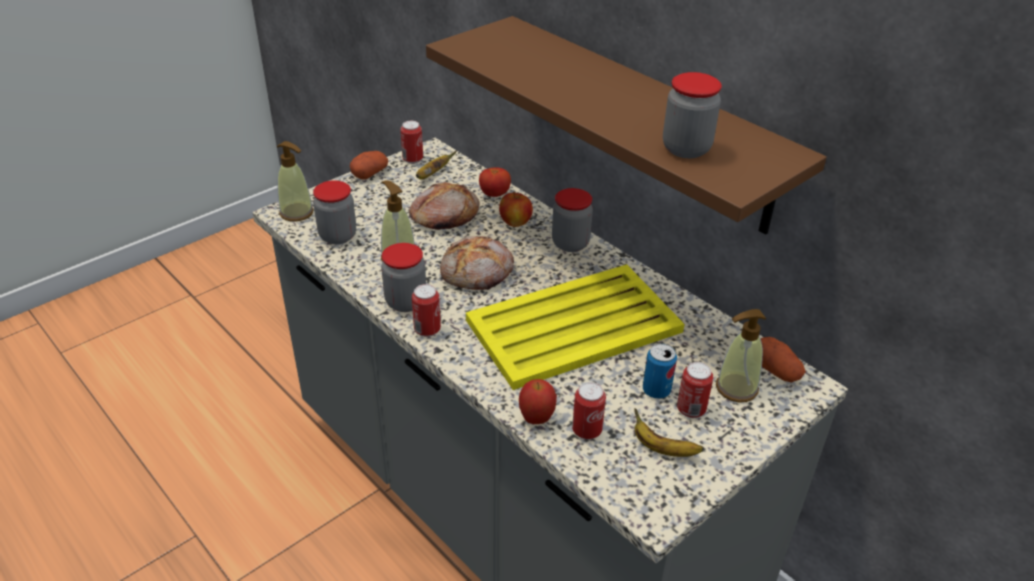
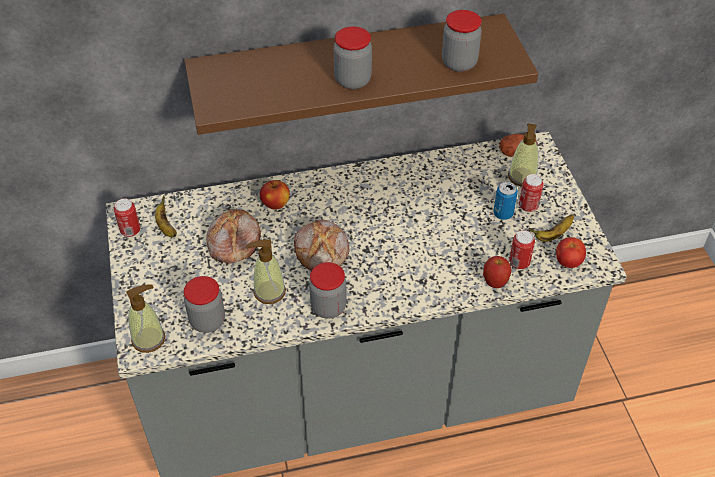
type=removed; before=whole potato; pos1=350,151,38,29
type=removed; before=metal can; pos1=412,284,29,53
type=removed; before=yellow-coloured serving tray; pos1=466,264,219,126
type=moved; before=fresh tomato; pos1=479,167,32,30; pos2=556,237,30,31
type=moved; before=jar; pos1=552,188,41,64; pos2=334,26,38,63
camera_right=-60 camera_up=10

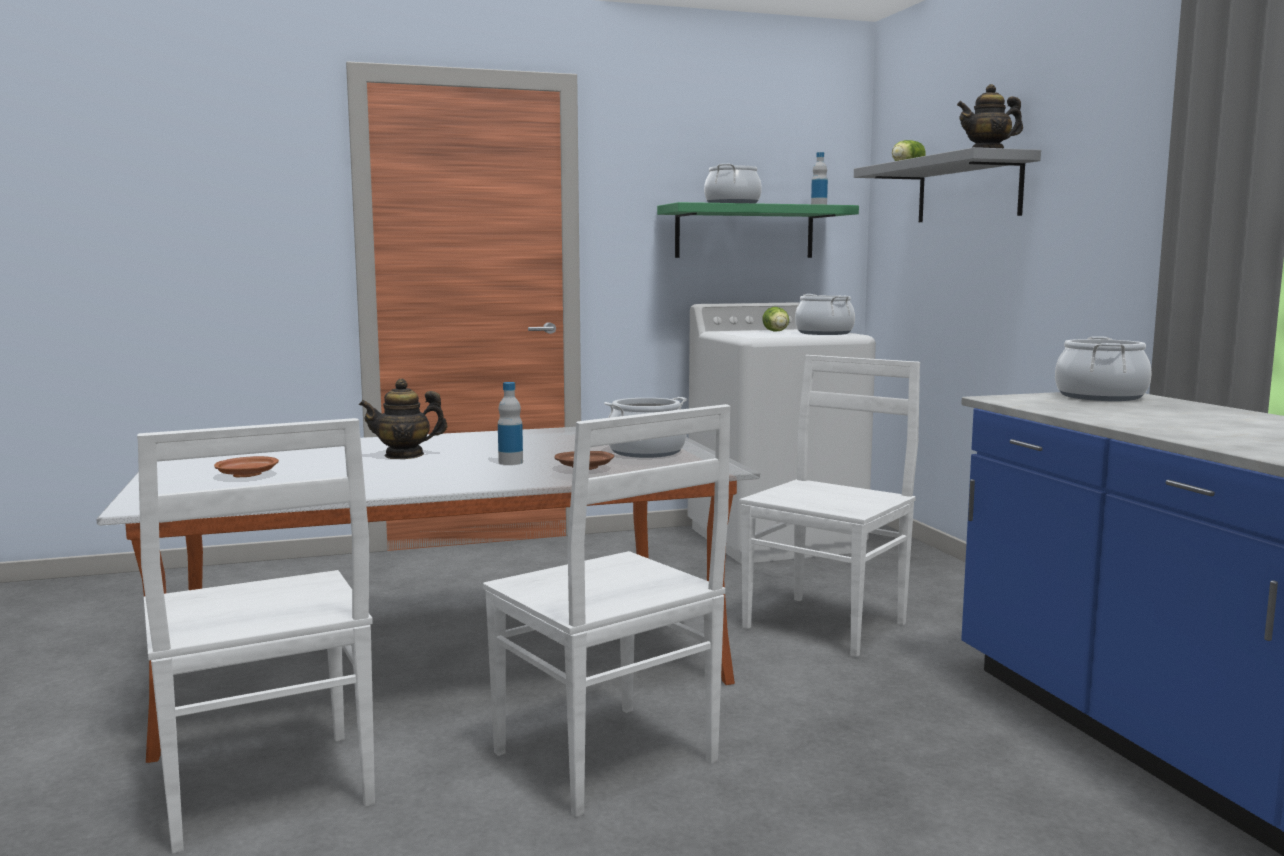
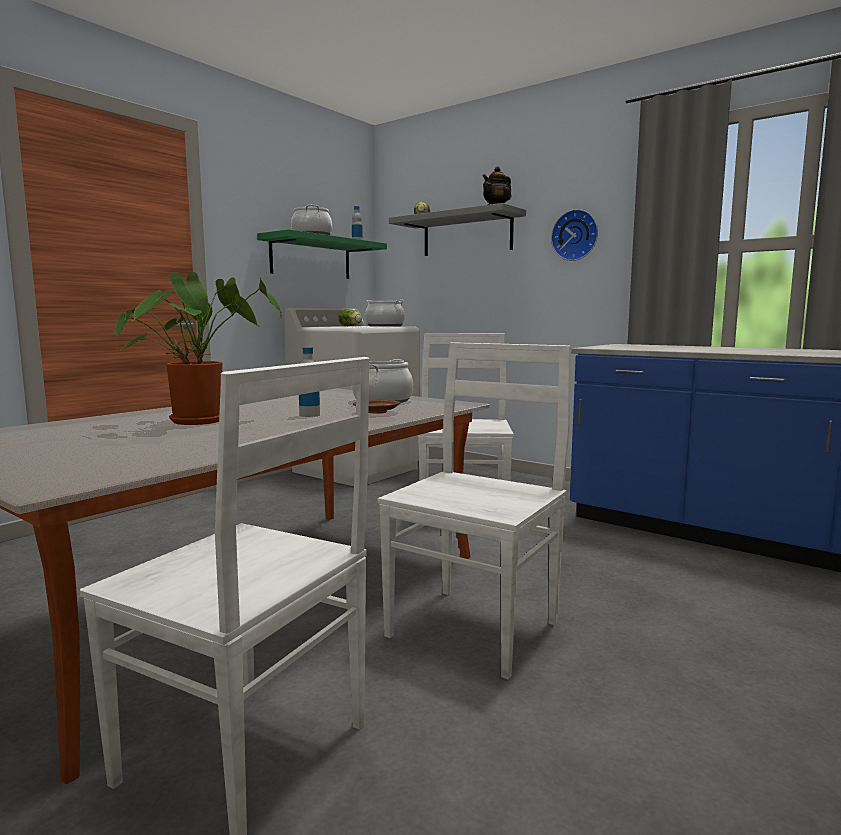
type=removed; before=brown flat dish; pos1=214,456,65,21
type=replaced; before=pot for tea; after=plant in a pot; pos1=359,379,88,80; pos2=115,272,167,153
type=turned; before=white-coloured chair; pos1=483,404,248,413; pos2=378,342,193,337; turn=-75
type=removed; before=cooking pot; pos1=1055,336,97,65
type=added; after=hanging clock; pos2=551,209,47,52
camera_right=-35 camera_up=0

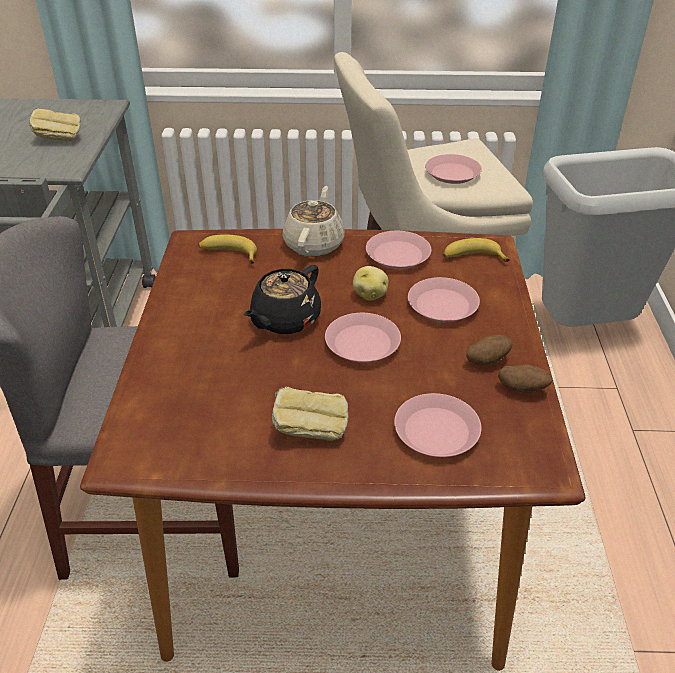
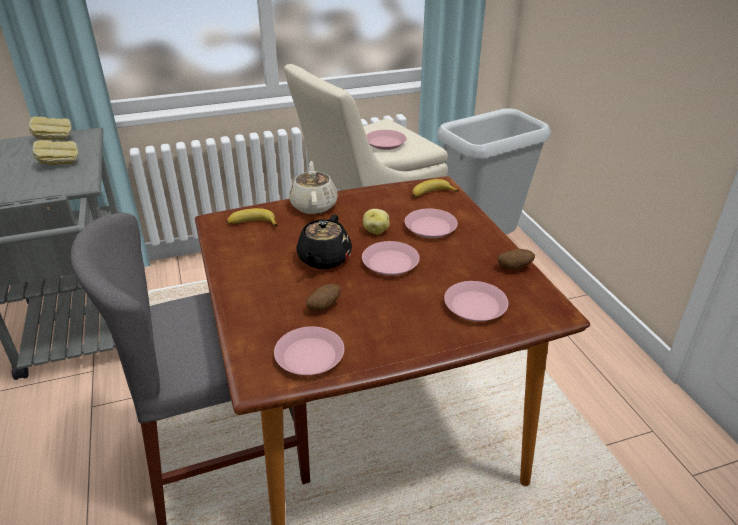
type=moved; before=bakery bread; pos1=272,387,77,54; pos2=29,117,43,23
type=moved; before=pink flat dish; pos1=366,231,65,38; pos2=274,326,70,49
type=moved; before=whole potato; pos1=466,335,47,30; pos2=306,284,35,27
camera_right=-20 camera_up=-5

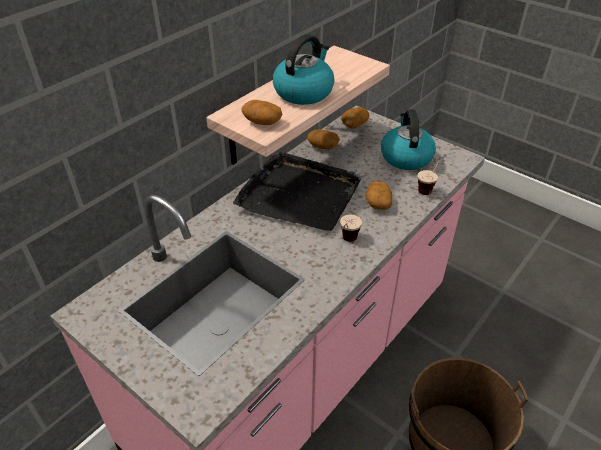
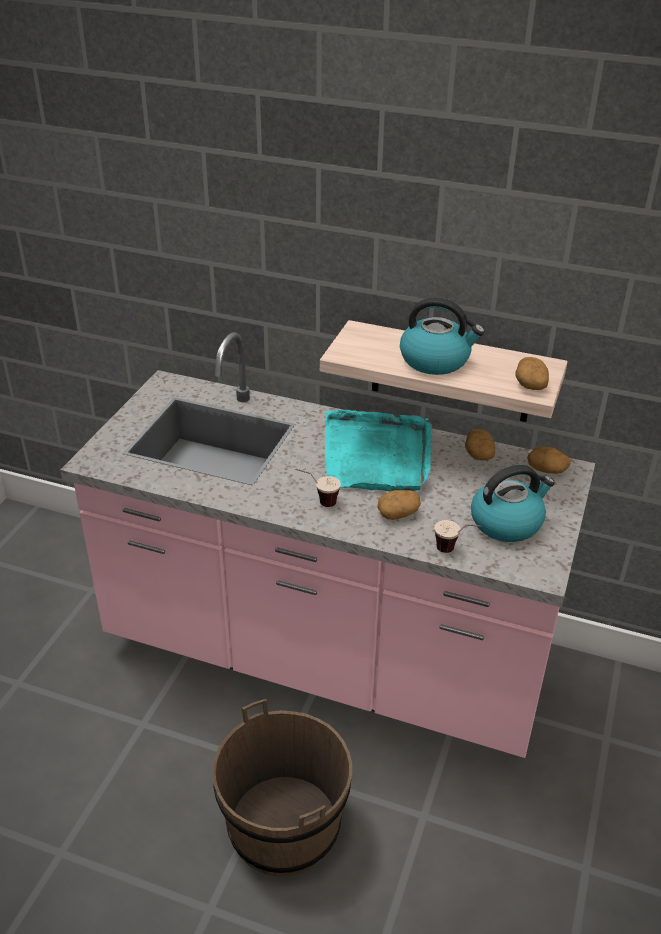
type=recoloured; before=black serving tray; after=turquoise-coloured serving tray; pos1=233,152,128,79; pos2=325,410,106,81
type=moved; before=whole potato; pos1=241,100,42,25; pos2=515,357,34,33
camera_right=70 camera_up=-5

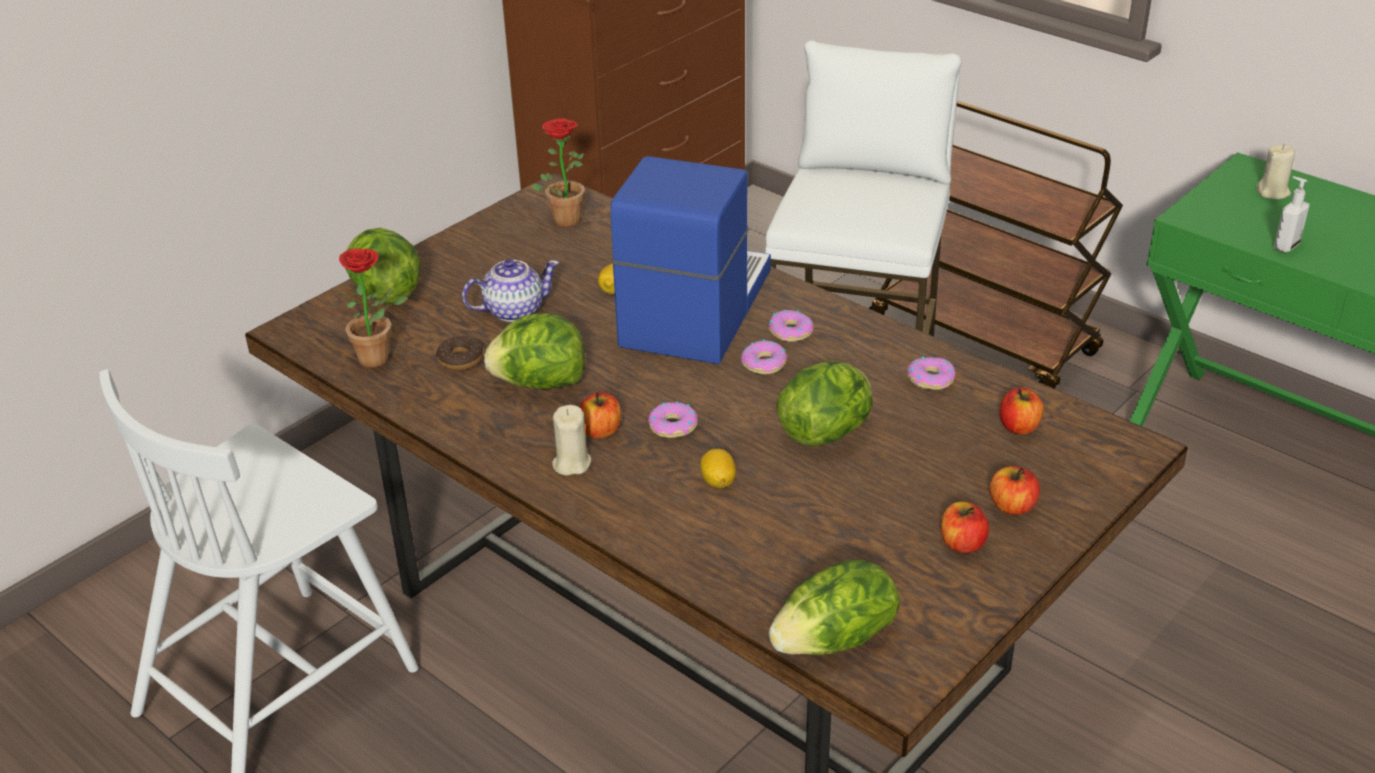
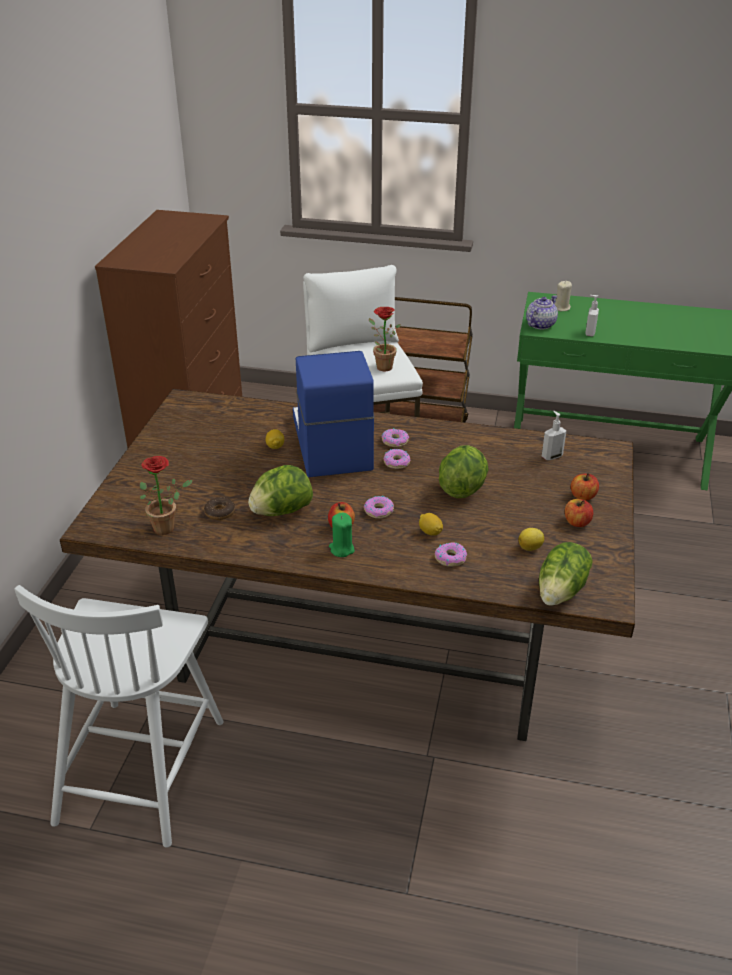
type=removed; before=head of lettuce; pos1=345,228,76,77
type=moved; before=pot for tea; pos1=462,259,97,63; pos2=526,295,32,34
type=moved; before=plant in a pot; pos1=531,119,54,108; pos2=369,307,32,64
type=recoloured; before=beige wax light; after=greenish wax light; pos1=552,405,39,71; pos2=329,513,26,44
type=moved; before=ring doughnut; pos1=907,357,48,33; pos2=435,542,32,25
type=replaced; before=apple fruit; after=soap bottle; pos1=1000,387,44,48; pos2=542,411,24,49
type=added; after=lemon; pos2=519,528,25,23
camera_right=-30 camera_up=0

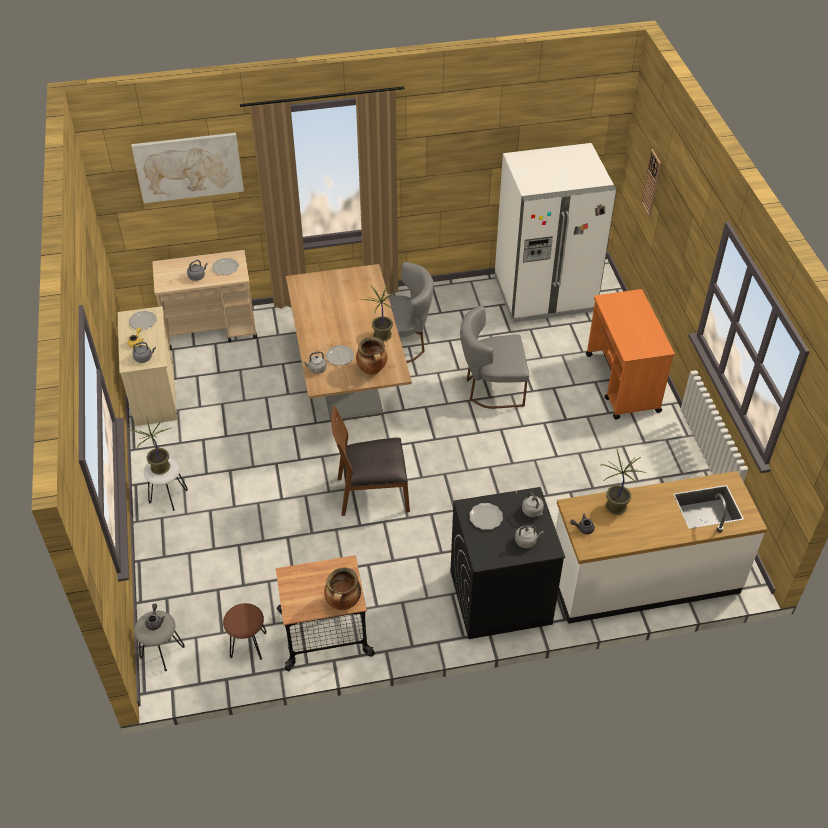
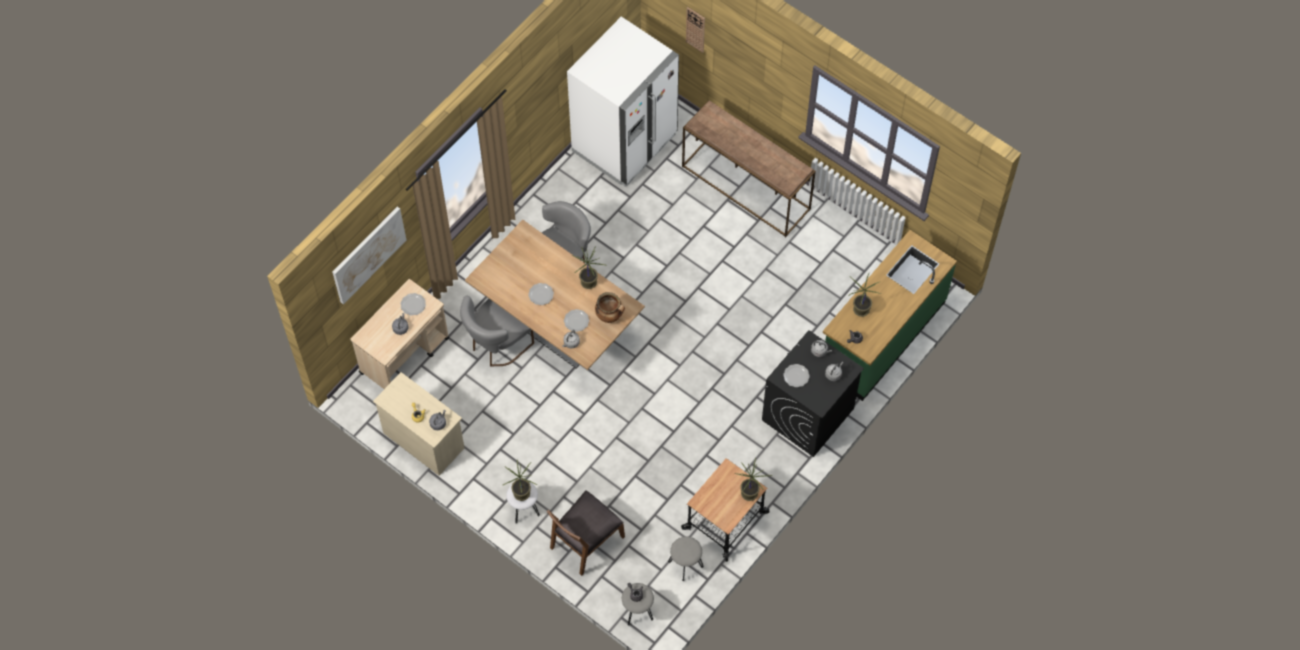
type=moved; before=flat dish; pos1=129,311,28,19; pos2=528,283,26,22
type=recoloured; before=brown stool seat; after=gray stool seat; pos1=223,603,44,57; pos2=668,537,36,44
type=replaced; before=cooking pot; after=plant in a pot; pos1=324,567,37,43; pos2=734,458,39,43
type=moved; before=brown chair; pos1=331,406,79,110; pos2=547,490,78,86
type=moved; before=gray chair; pos1=460,305,69,104; pos2=460,295,74,71
type=recoloured; before=white-coloured kitchen counter; after=greenish kitchen counter; pos1=556,471,211,153; pos2=823,230,134,171
type=replaced; before=orange-coloured wheeled cart; after=brown console table; pos1=586,289,89,130; pos2=682,100,134,137
camera_right=-40 camera_up=15

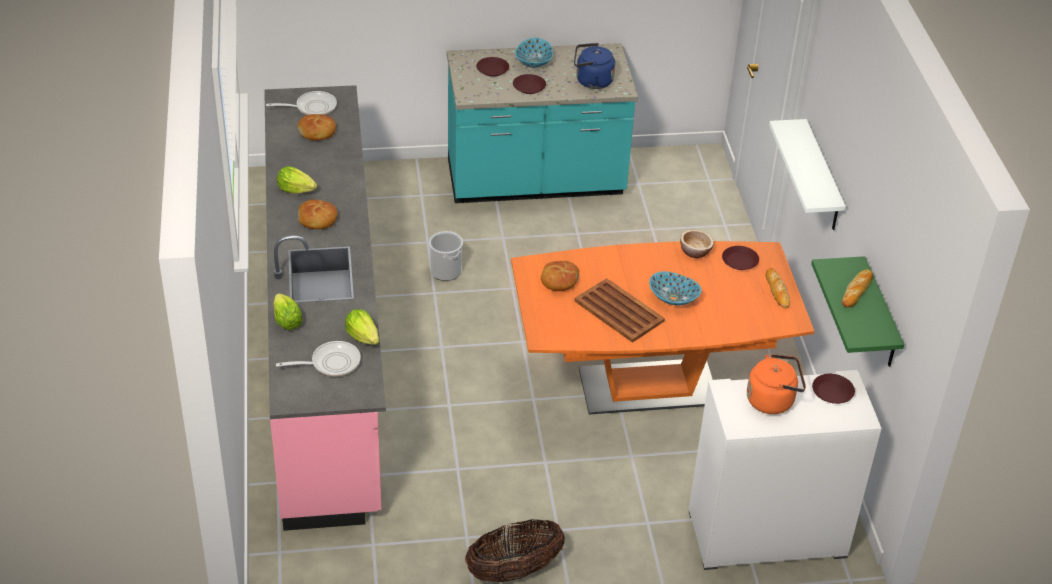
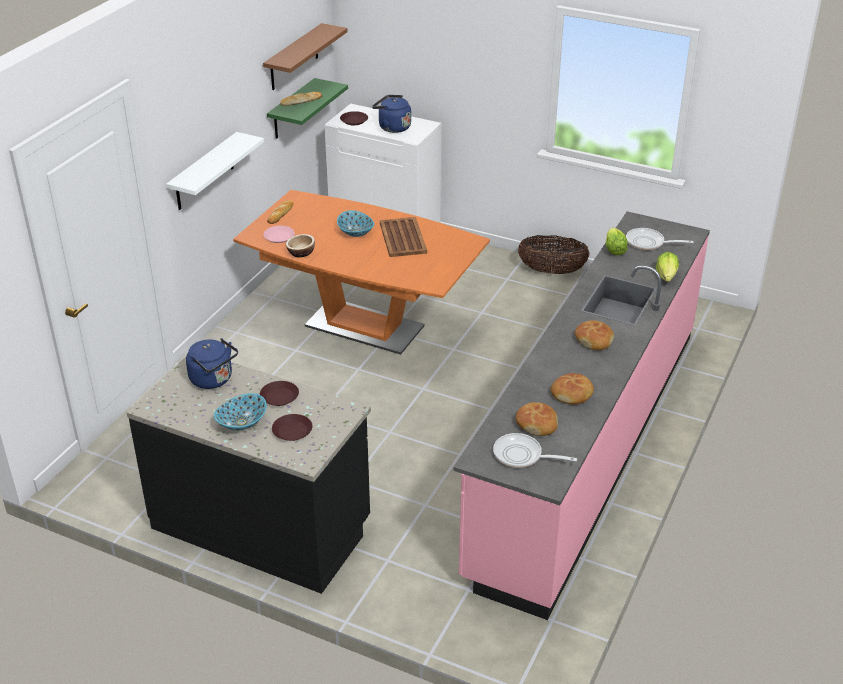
type=removed; before=head of lettuce; pos1=277,166,40,28
type=removed; before=bucket; pos1=429,231,34,50
type=recoloured; before=turquoise-coloured kitchen counter; after=black kitchen counter; pos1=447,43,191,160; pos2=127,357,244,237
type=moved; before=bakery bread; pos1=541,261,38,30; pos2=551,373,43,31
type=recoloured; before=brown flat dish; after=pink flat dish; pos1=722,246,37,24; pos2=263,226,32,17
type=recoloured; before=orange-coloured water kettle; after=blue water kettle; pos1=747,354,59,60; pos2=372,95,39,38
type=added; after=brown shelf; pos2=263,23,85,67
camera_right=-145 camera_up=-5

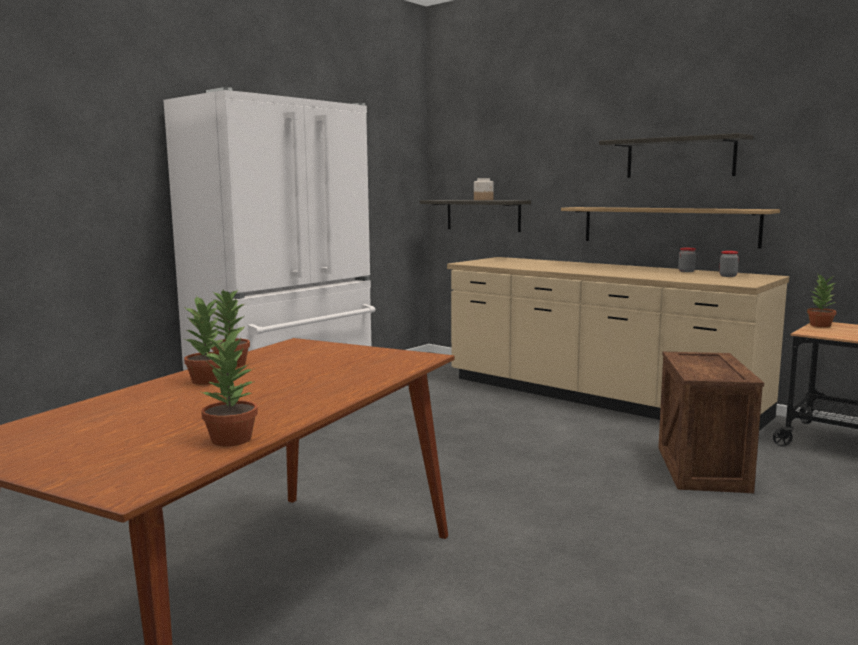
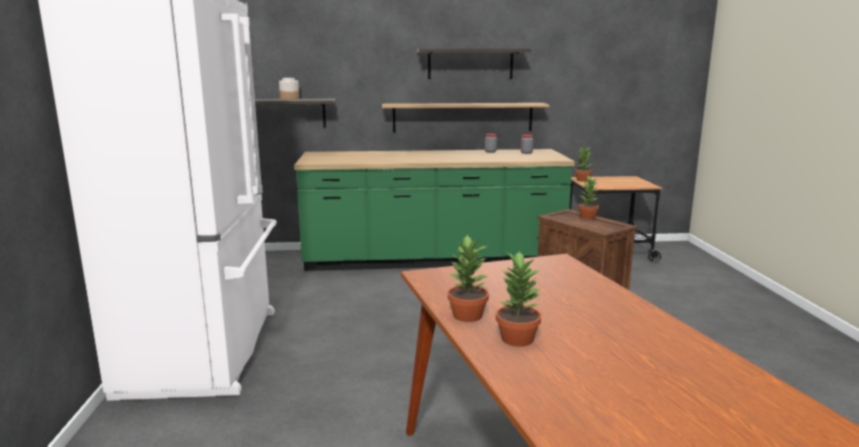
type=moved; before=plant in a pot; pos1=201,327,57,119; pos2=578,176,21,43
type=recoloured; before=beige kitchen counter; after=greenish kitchen counter; pos1=447,257,342,174; pos2=294,149,281,122
camera_right=-45 camera_up=5

